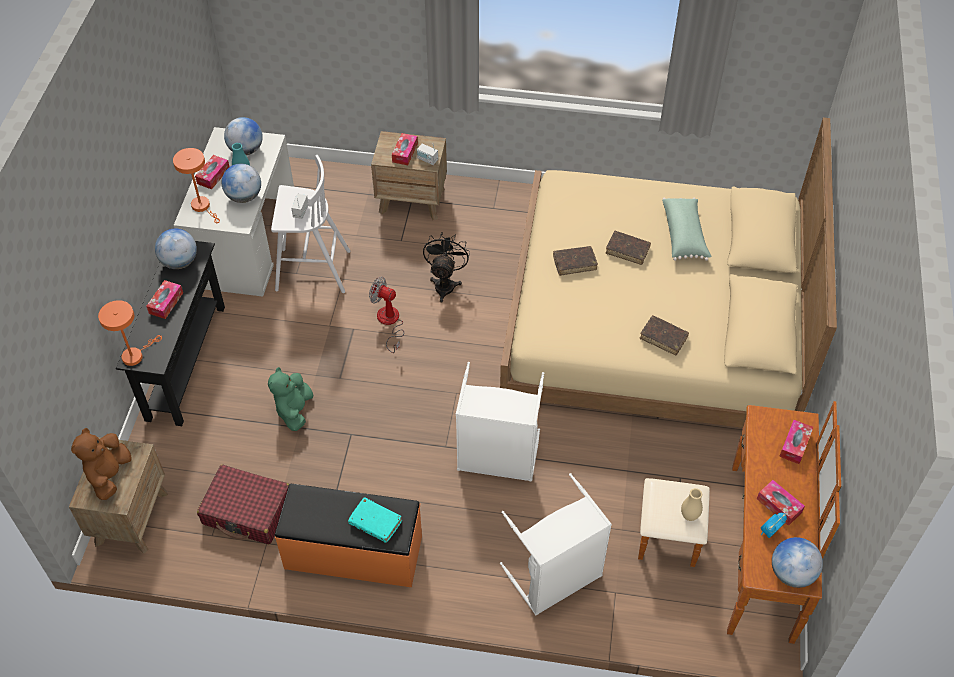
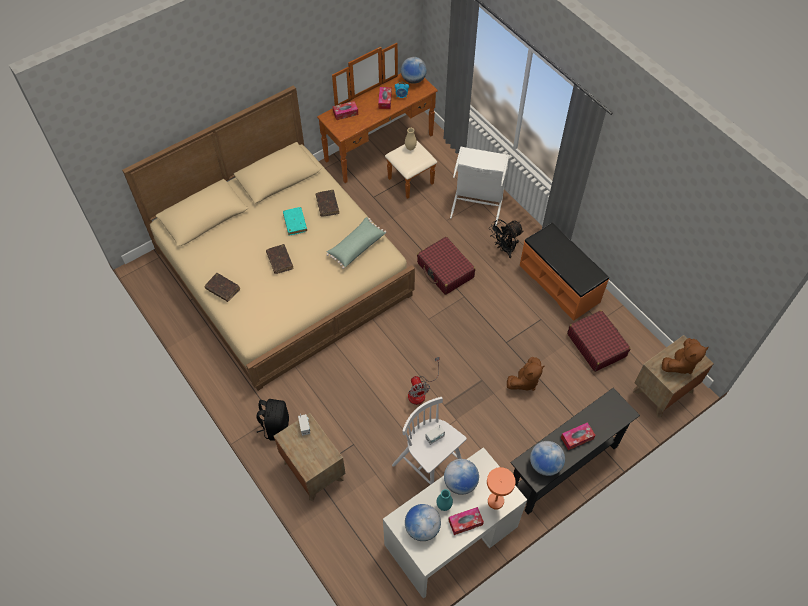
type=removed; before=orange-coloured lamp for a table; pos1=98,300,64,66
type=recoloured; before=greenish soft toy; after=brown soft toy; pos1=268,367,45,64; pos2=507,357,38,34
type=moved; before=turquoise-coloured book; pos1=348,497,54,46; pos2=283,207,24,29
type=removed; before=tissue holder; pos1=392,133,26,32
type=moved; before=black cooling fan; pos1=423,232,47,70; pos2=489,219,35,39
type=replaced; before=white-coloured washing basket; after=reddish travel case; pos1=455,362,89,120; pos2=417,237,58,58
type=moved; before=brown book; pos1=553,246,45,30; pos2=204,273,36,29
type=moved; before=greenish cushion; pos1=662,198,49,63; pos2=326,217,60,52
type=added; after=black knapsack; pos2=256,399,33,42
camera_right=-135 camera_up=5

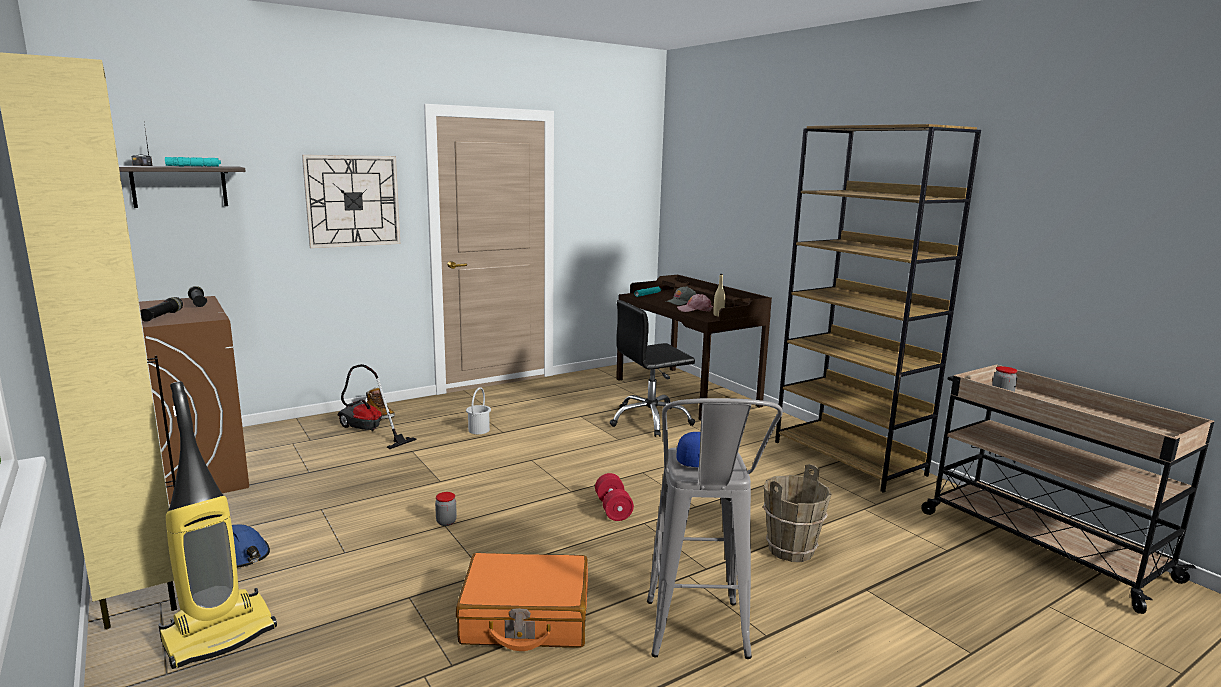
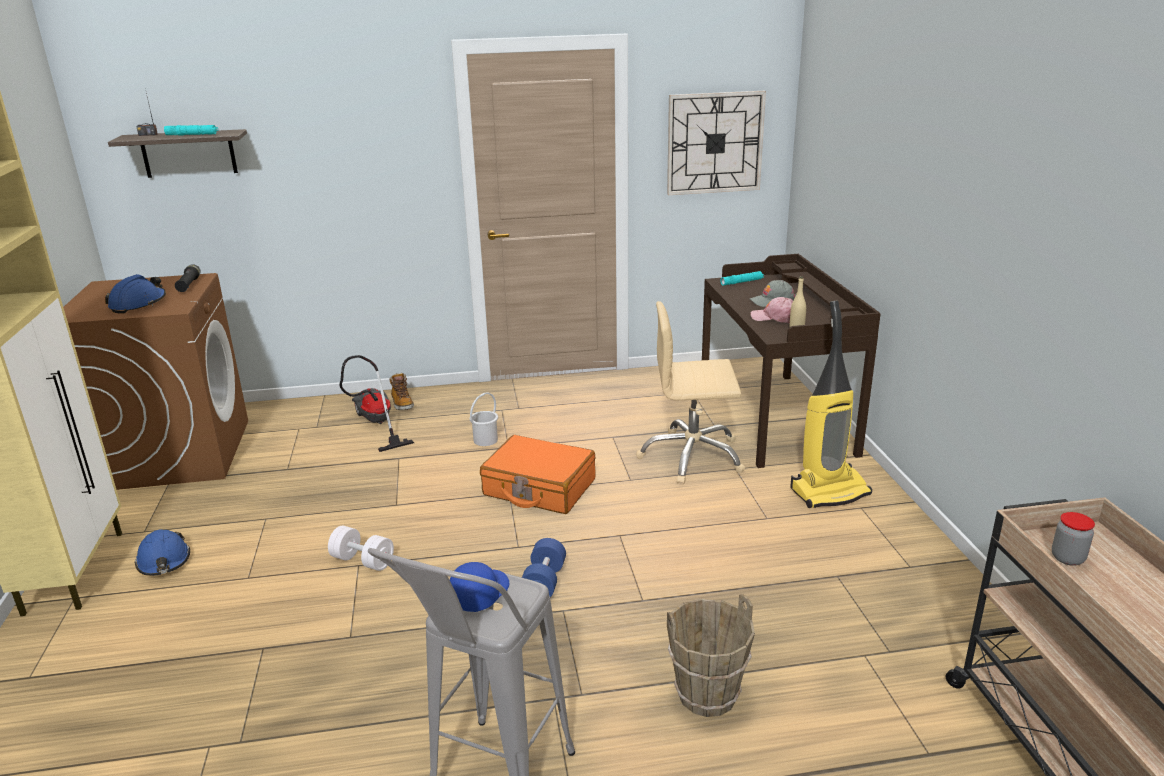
type=replaced; before=black flashlight; after=blue safety helmet; pos1=140,297,43,25; pos2=105,274,61,40
type=moved; before=vacuum cleaner; pos1=159,381,118,288; pos2=790,301,82,207
type=moved; before=hanging clock; pos1=302,155,98,93; pos2=667,91,99,104
type=replaced; before=jar; after=white-coloured free weight; pos1=435,492,22,34; pos2=328,525,66,46
type=moved; before=orange-coloured travel case; pos1=456,553,132,98; pos2=480,435,116,79
type=recoloured; before=reddish free weight; after=blue free weight; pos1=595,473,39,48; pos2=522,538,44,59
type=recoloured; before=black computer chair; after=beige computer chair; pos1=609,300,86,137; pos2=636,301,109,183
type=removed; before=brown bookcase; pos1=775,124,206,369
camera_right=25 camera_up=10

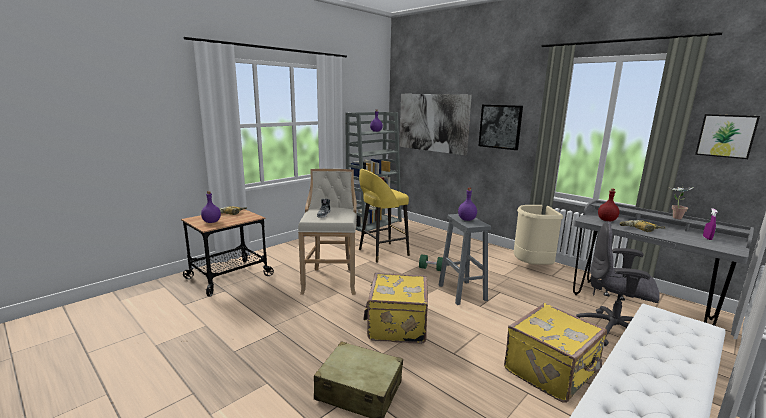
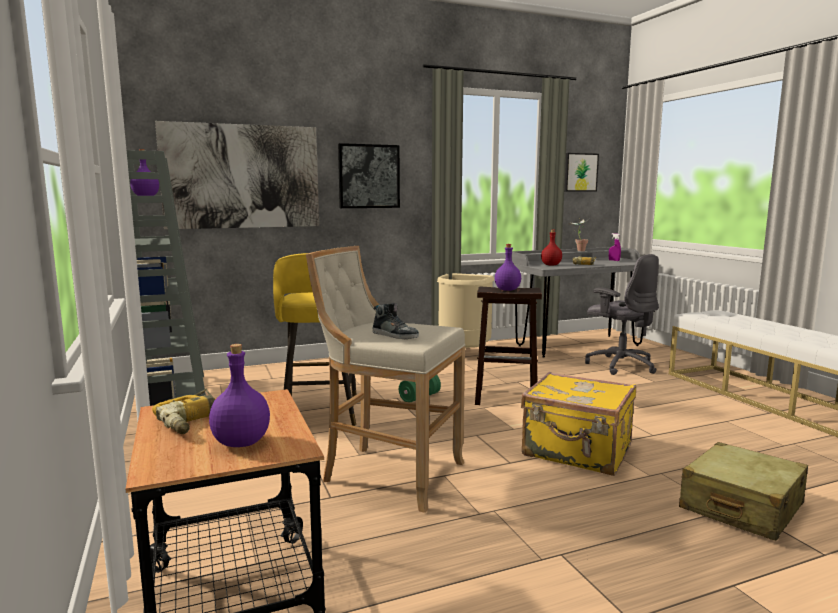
type=recoloured; before=gray stool seat; after=brown stool seat; pos1=439,214,52,91; pos2=475,287,67,118
type=removed; before=yellow-coloured travel case; pos1=504,303,103,100
type=turned; before=gray computer chair; pos1=576,221,84,125; pos2=585,254,74,121; turn=-90
camera_right=-65 camera_up=-5

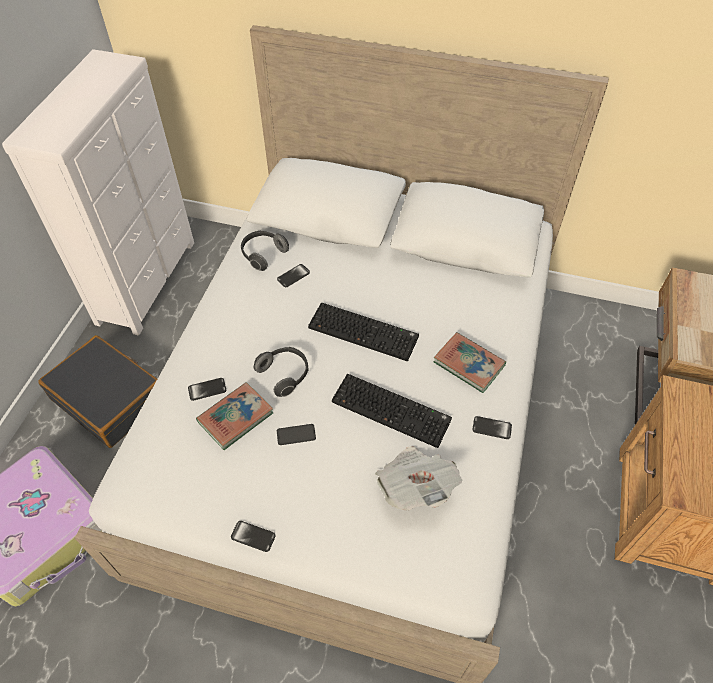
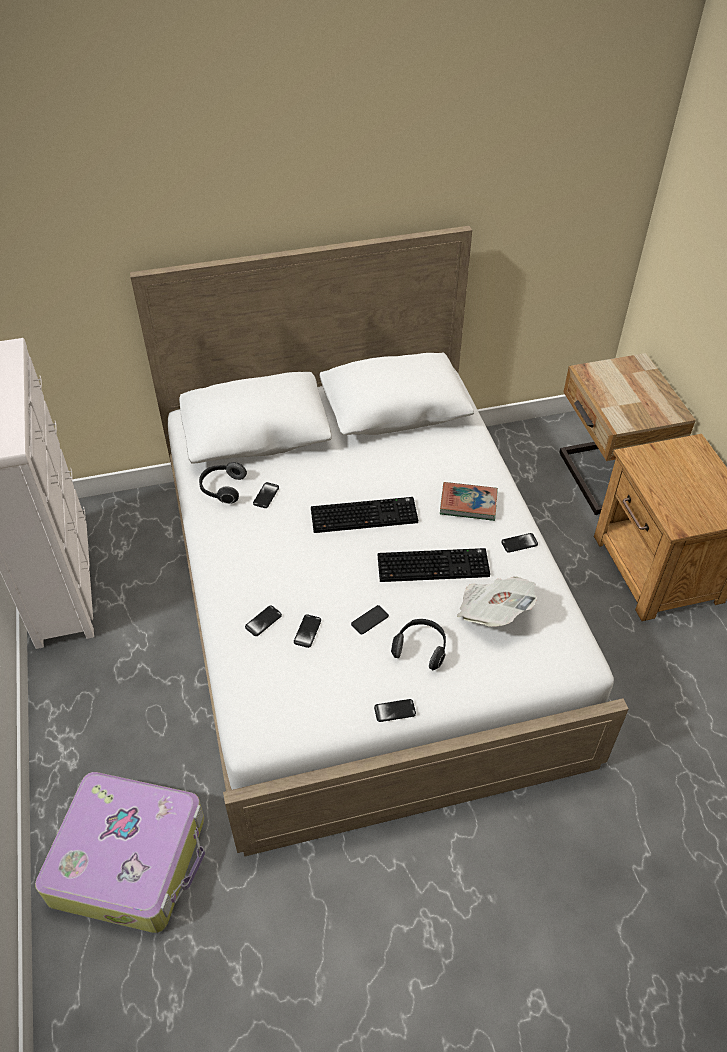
type=removed; before=black travel case; pos1=38,335,119,113
type=replaced; before=book; after=phone; pos1=196,382,77,68; pos2=294,614,27,34
type=moved; before=headset; pos1=254,347,54,50; pos2=391,619,55,51
camera_right=-30 camera_up=-5

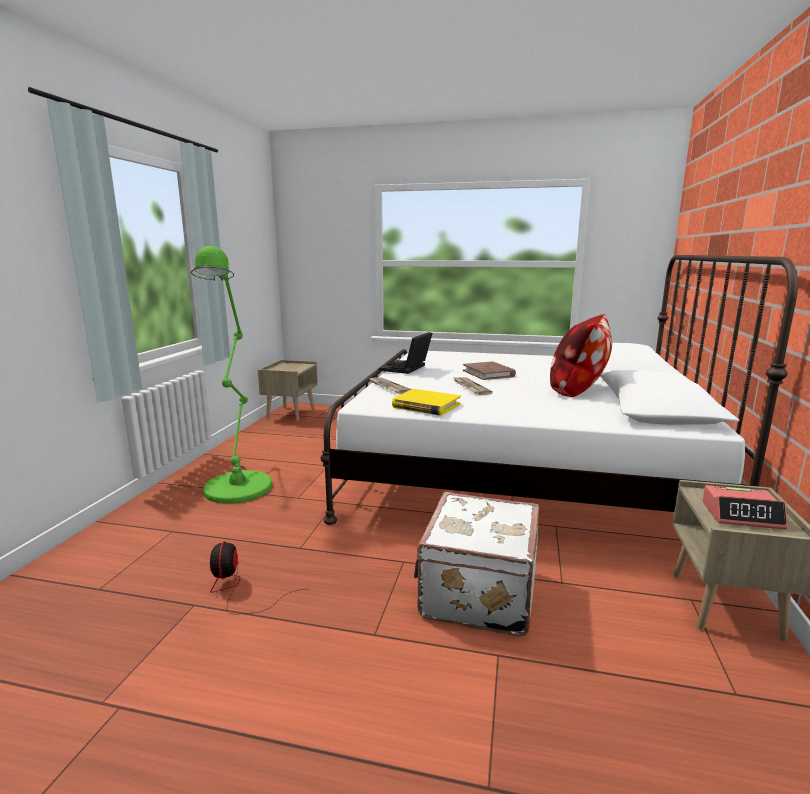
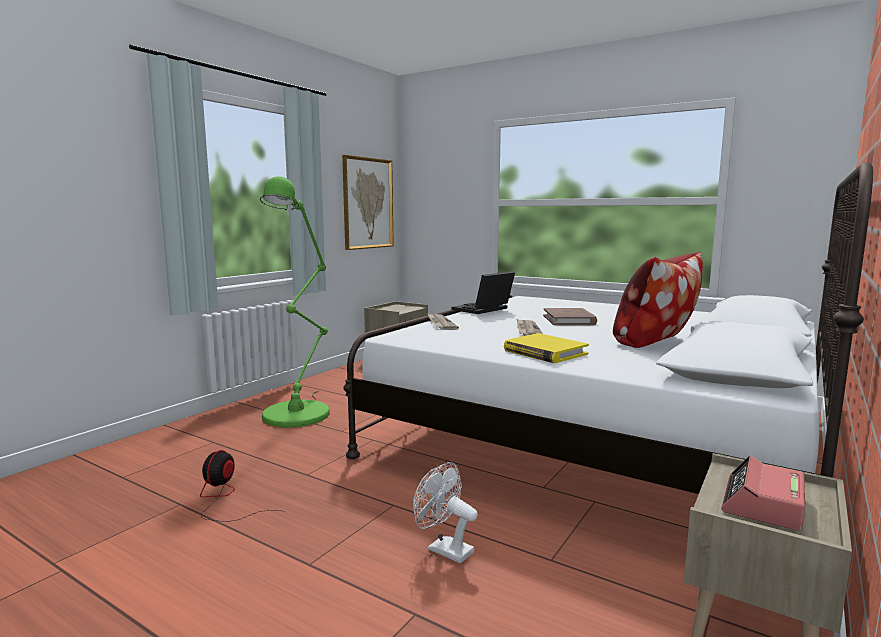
type=moved; before=yellow-coloured book; pos1=392,389,69,27; pos2=504,333,85,30
type=replaced; before=white-coloured travel case; after=white-coloured cooling fan; pos1=414,492,125,145; pos2=413,462,65,101
type=turned; before=table clock; pos1=702,485,86,44; pos2=721,455,84,76; turn=90
type=added; after=picture; pos2=342,155,52,95
camera_right=20 camera_up=-5

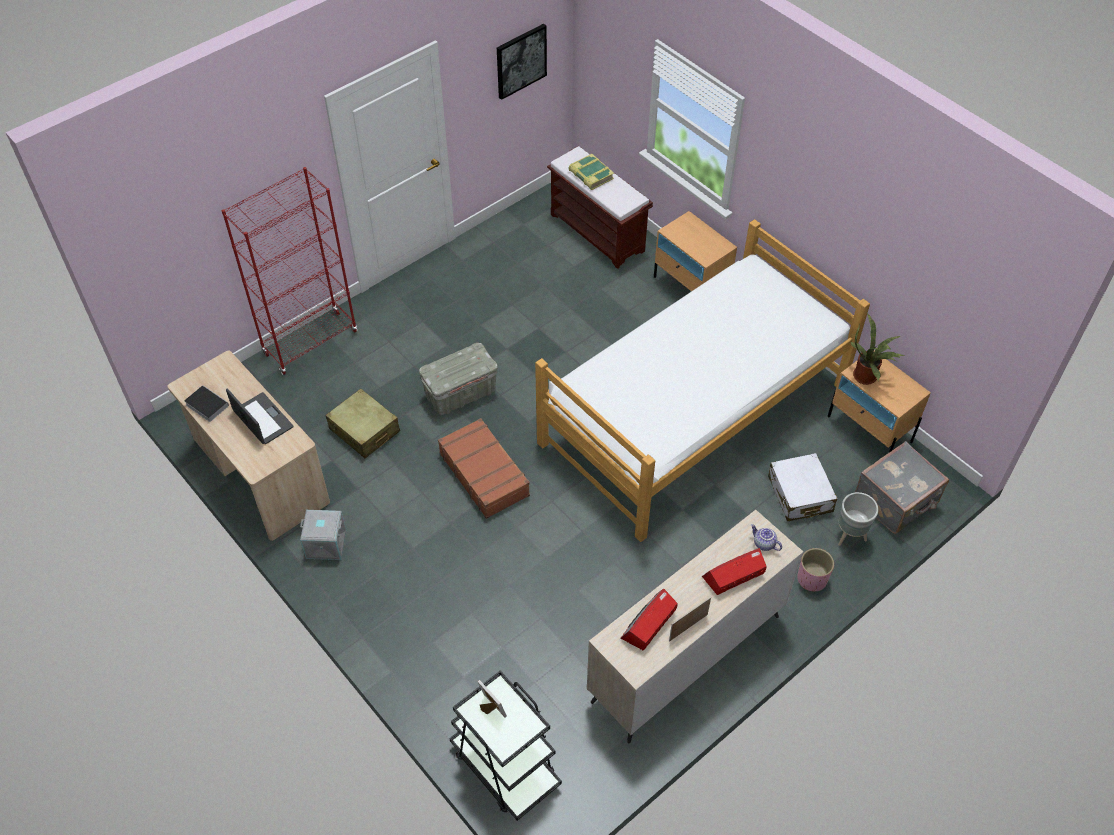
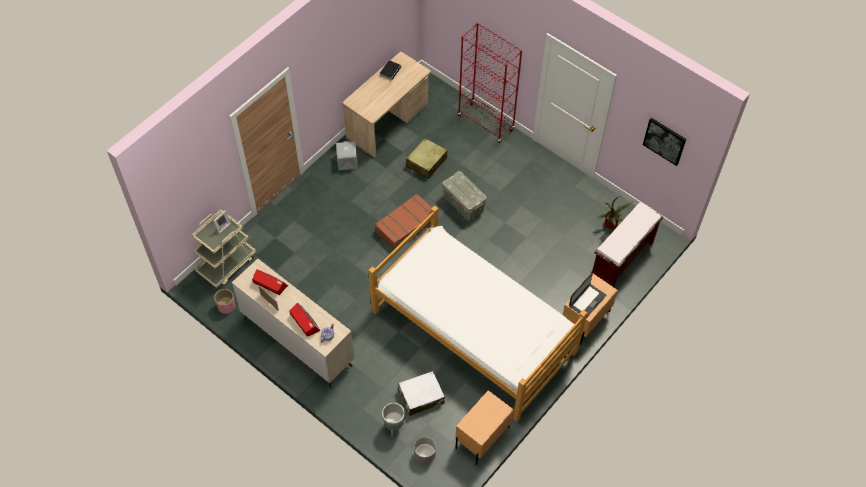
type=moved; before=laptop; pos1=226,388,68,56; pos2=569,273,37,45
type=recoloured; before=black wheeled cart; after=beige wheeled cart; pos1=449,670,113,151; pos2=192,209,64,79
type=removed; before=book; pos1=569,154,45,36
type=moved; before=pink plant pot; pos1=797,548,37,43; pos2=214,289,21,25
type=moved; before=plant in a pot; pos1=851,313,53,72; pos2=597,195,37,35
type=replaced; before=gray travel case; after=gray plant pot; pos1=855,441,94,93; pos2=414,437,22,27
camera_right=80 camera_up=5

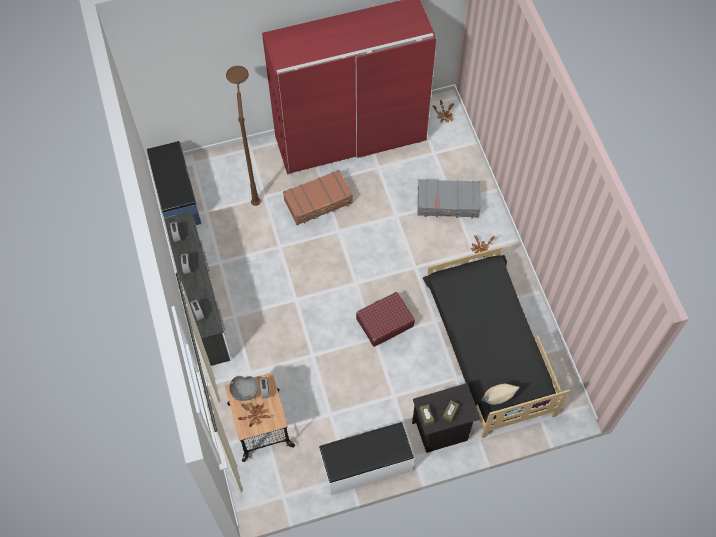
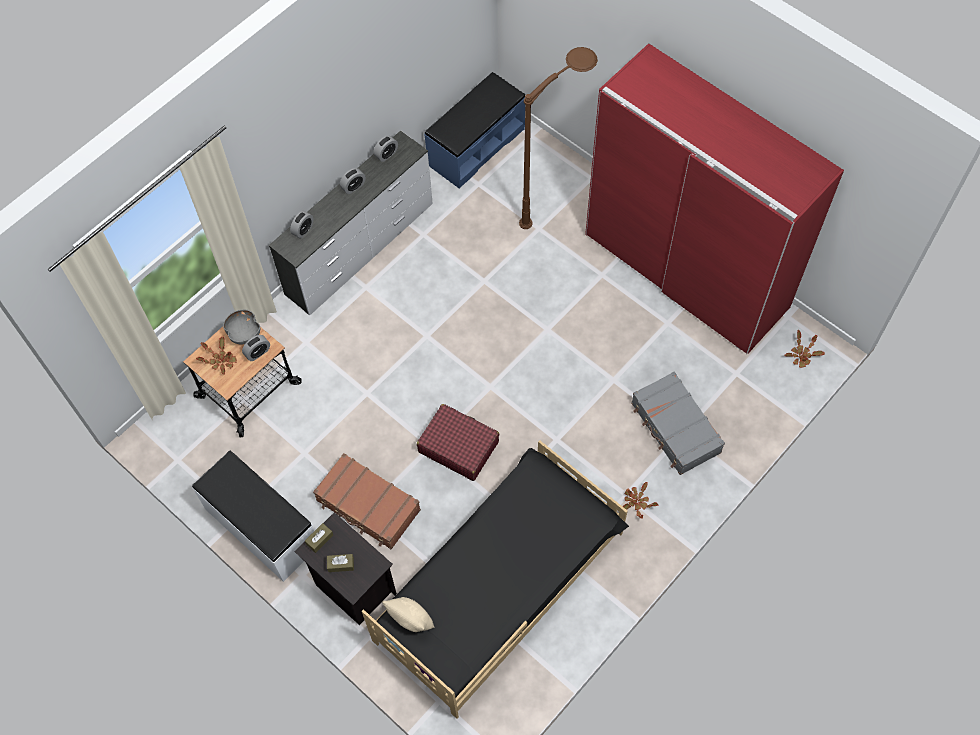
type=moved; before=brown travel case; pos1=283,170,70,55; pos2=313,453,108,96
camera_right=60 camera_up=0

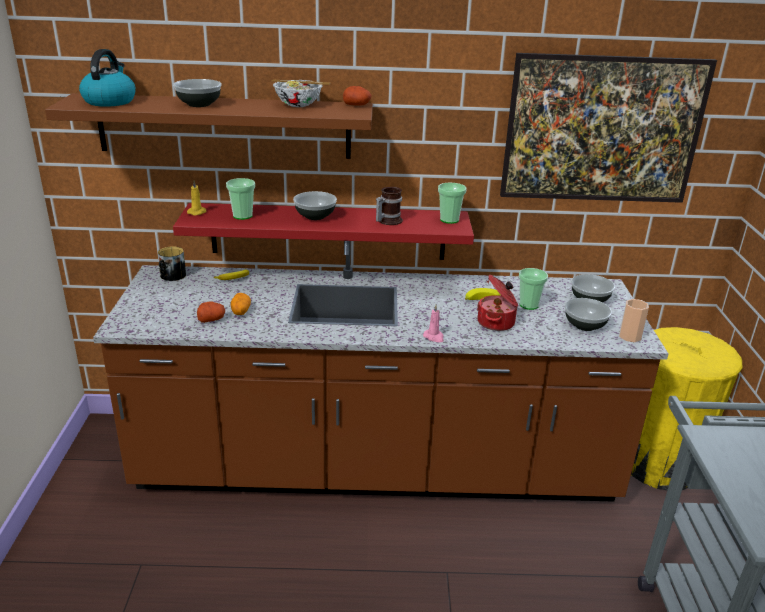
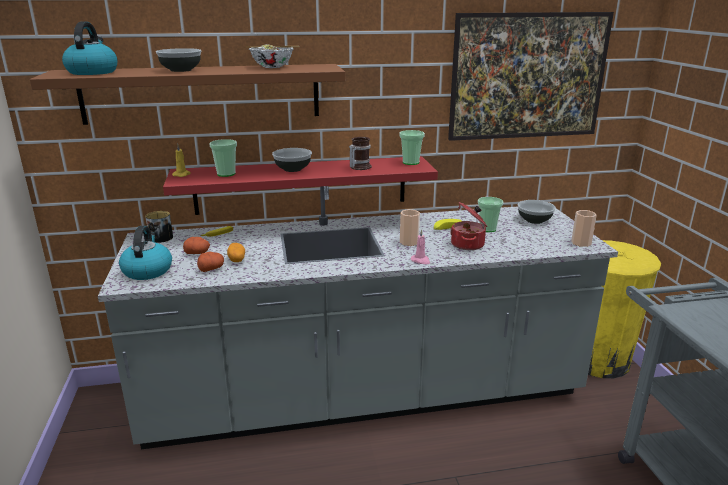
type=recoloured; before=brown kitchen counter; after=gray kitchen counter; pos1=93,241,576,260; pos2=98,186,520,263
type=moved; before=whole potato; pos1=343,86,29,20; pos2=183,237,27,17
type=removed; before=deep dish; pos1=565,298,47,33
type=added; after=water kettle; pos2=119,226,53,54
type=added; after=drinking cup; pos2=400,209,20,37
camera_right=-10 camera_up=-5

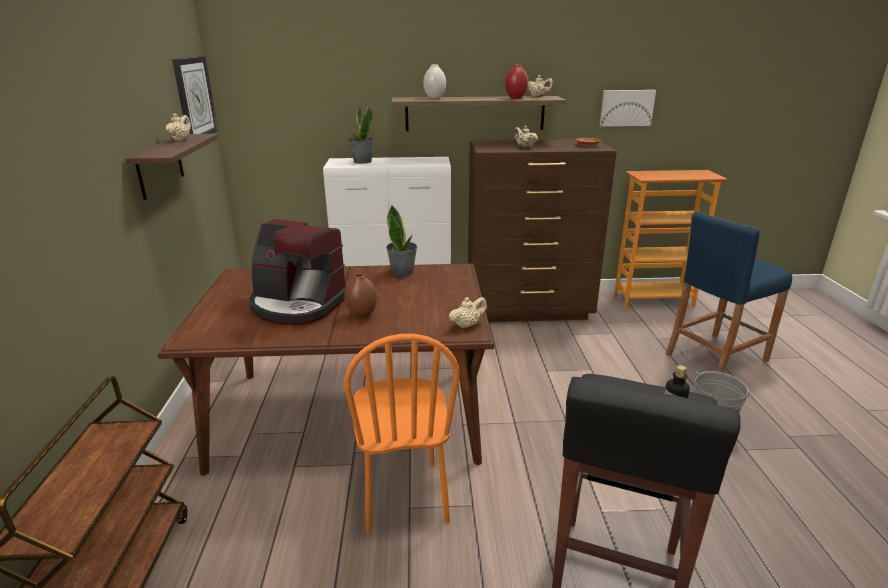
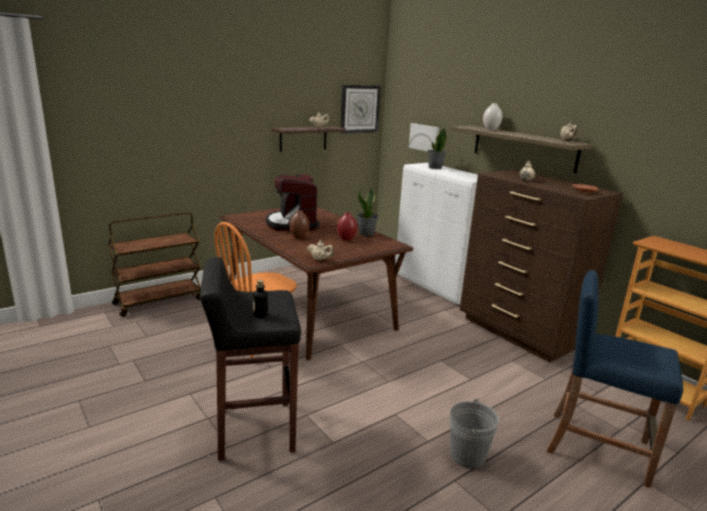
type=moved; before=reddish flower vase; pos1=505,64,23,35; pos2=337,212,20,29
type=moved; before=picture; pos1=600,90,56,36; pos2=409,123,30,29
camera_right=55 camera_up=-5

